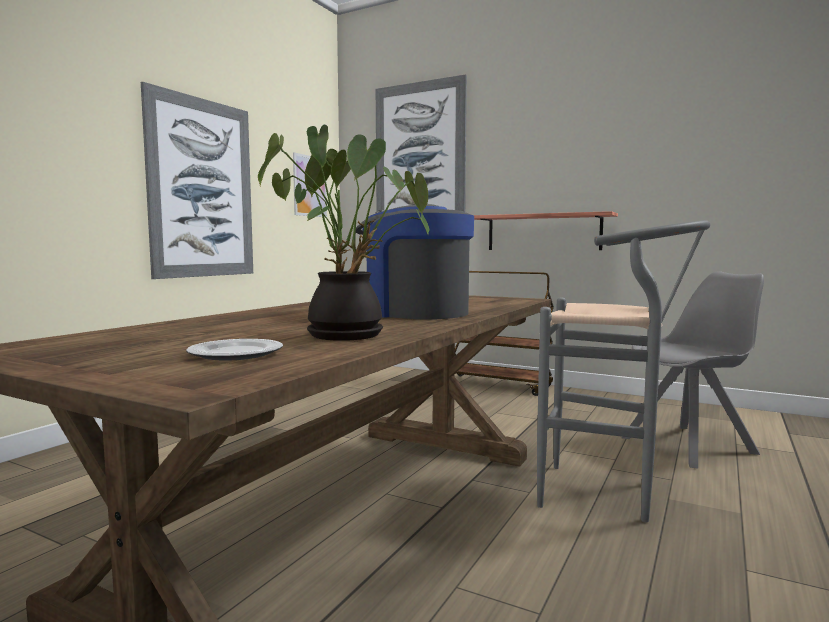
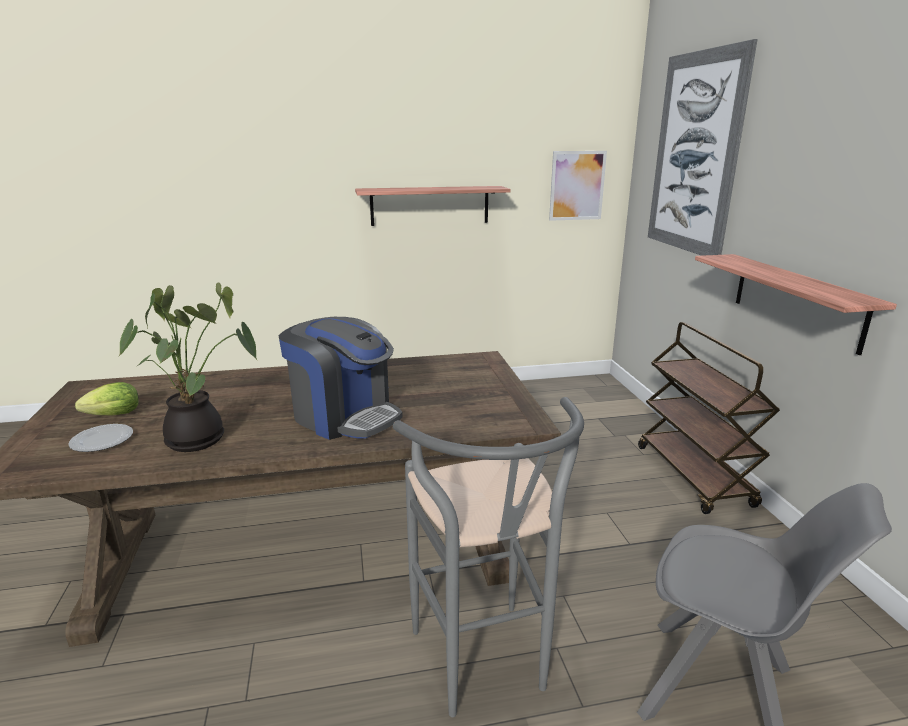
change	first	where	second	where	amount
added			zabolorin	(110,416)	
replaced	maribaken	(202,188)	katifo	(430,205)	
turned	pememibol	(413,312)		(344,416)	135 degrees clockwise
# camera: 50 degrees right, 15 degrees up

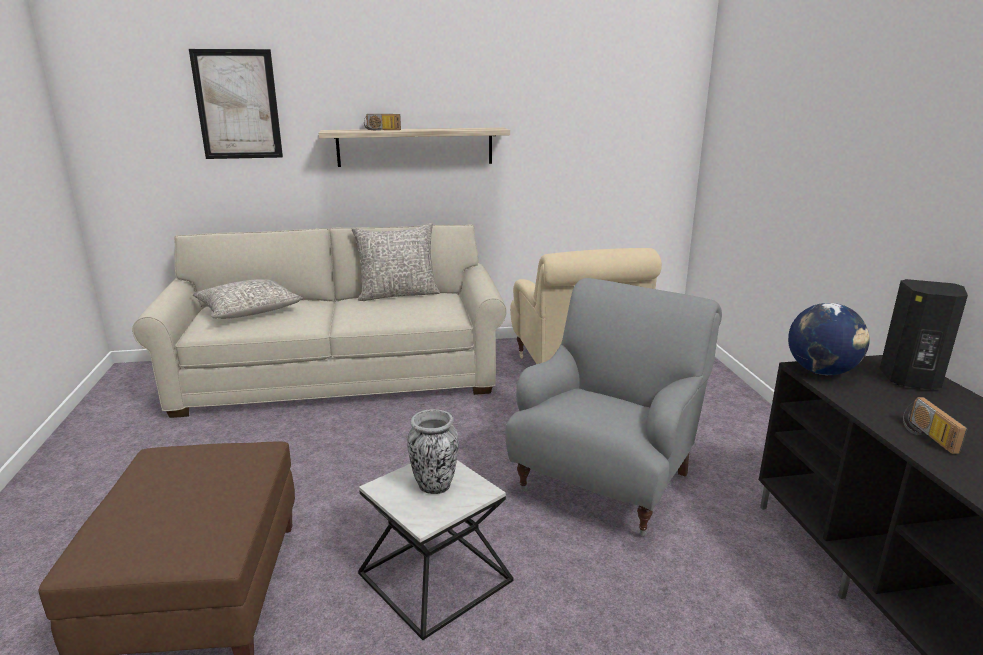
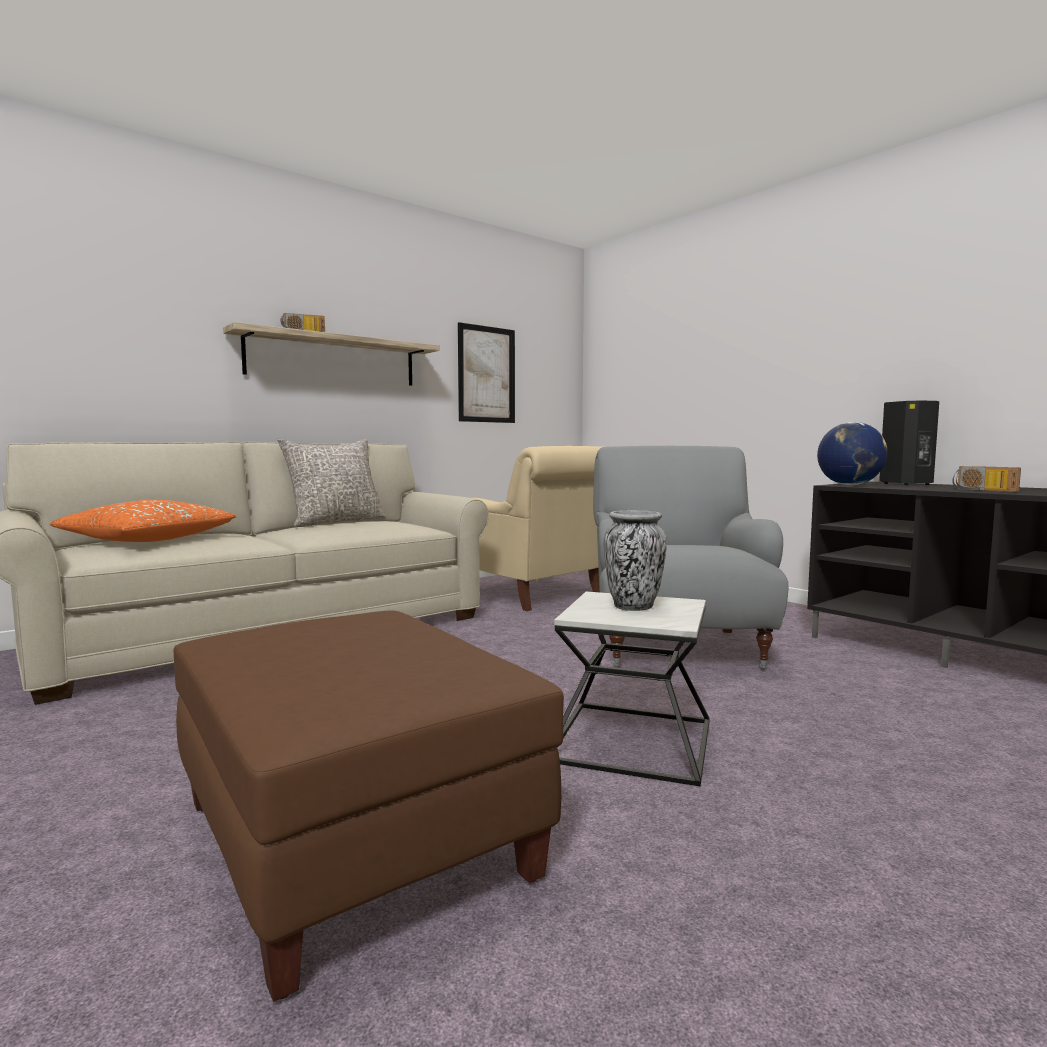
change	first	where	second	where	amount
moved	maribaken	(237,105)		(486,374)	
recoloured	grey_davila	(249,310)	orange_davila	(149,540)	
# camera: 30 degrees left, 15 degrees down

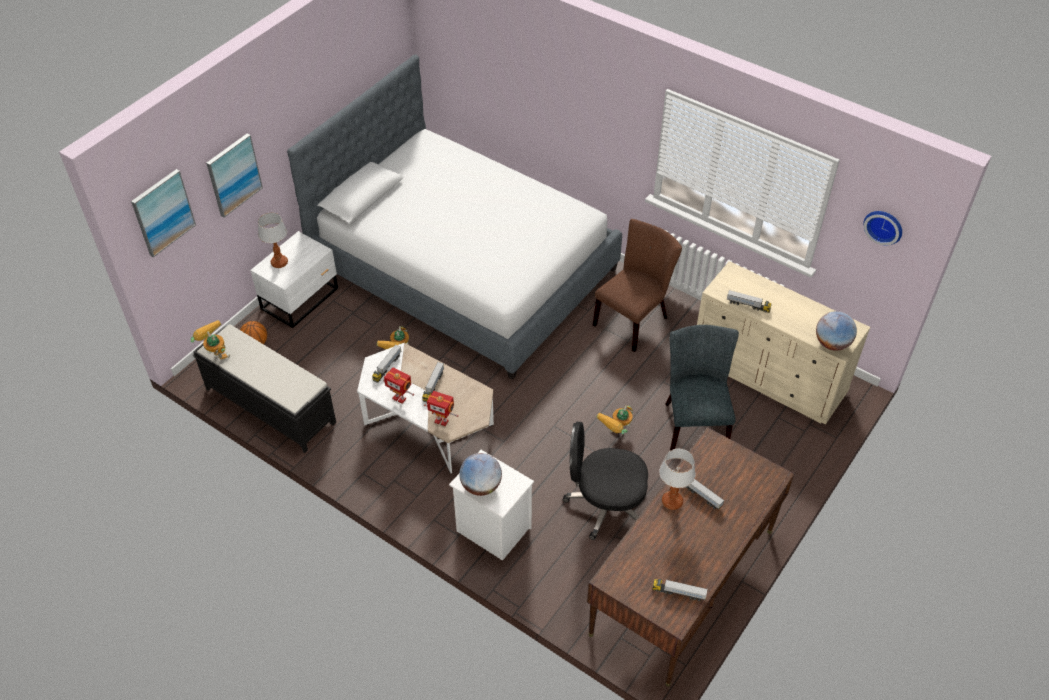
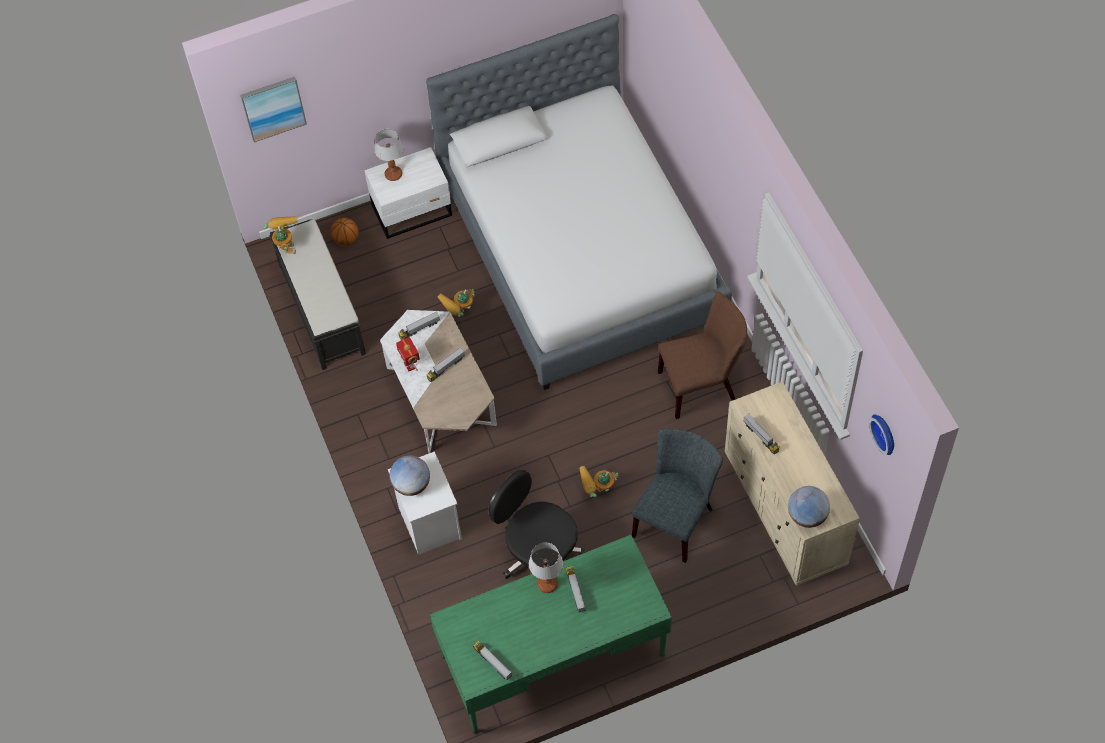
change	first	where	second	where	amount
removed	maribaken	(233,174)			
removed	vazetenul	(441,421)			
recoloured	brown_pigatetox	(683,581)	green_pigatetox	(553,656)	
# camera: 35 degrees right, 10 degrees up

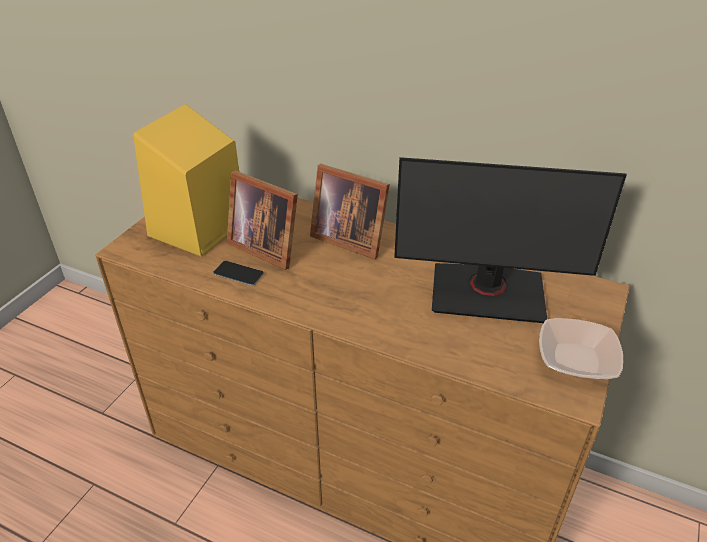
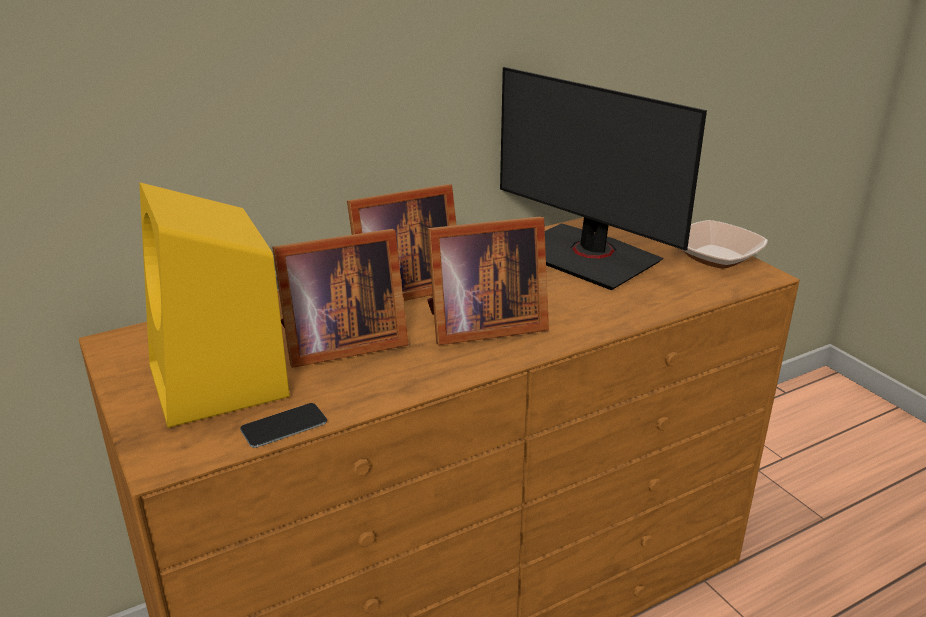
change	first	where	second	where	amount
added			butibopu	(481,326)	
moved	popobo	(238,273)		(284,426)	
turned	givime	(487,292)		(587,256)	90 degrees clockwise
# camera: 55 degrees left, 10 degrees down

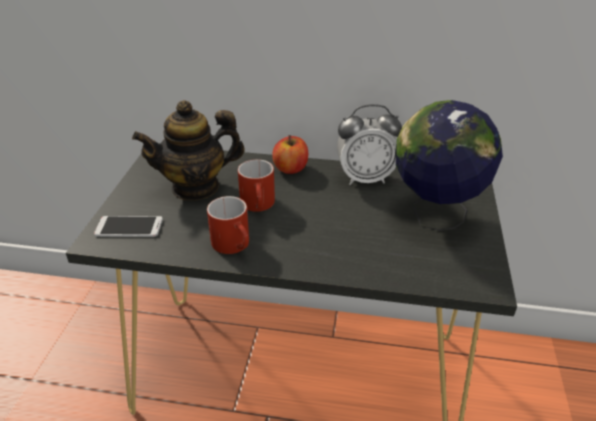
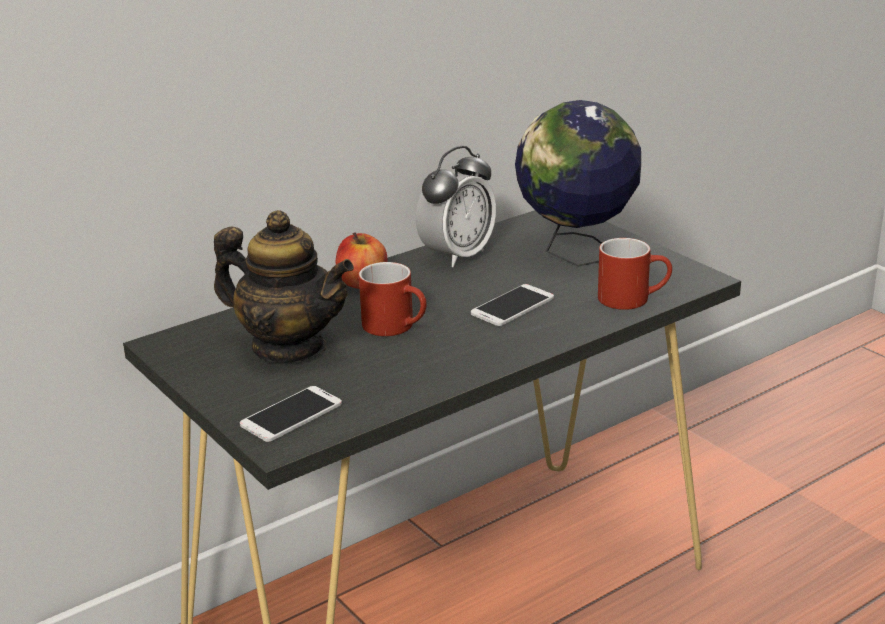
change	first	where	second	where	amount
added			popobo	(512,306)	
moved	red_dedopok	(235,245)		(633,298)	
turned	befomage	(196,187)		(289,347)	90 degrees counterclockwise
# camera: 45 degrees left, 10 degrees down

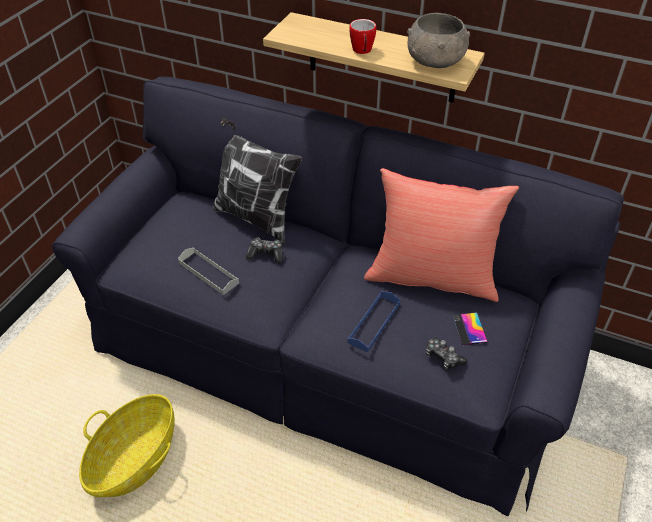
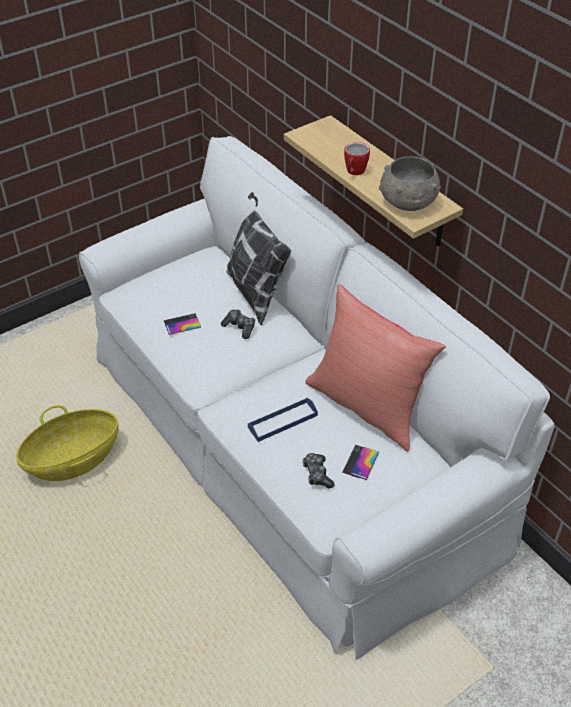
change	first	where	second	where	amount
replaced	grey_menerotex	(208,273)	popobo	(182,324)	
recoloured	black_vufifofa	(326,348)	white_vufifofa	(285,441)	
# camera: 30 degrees right, 0 degrees up

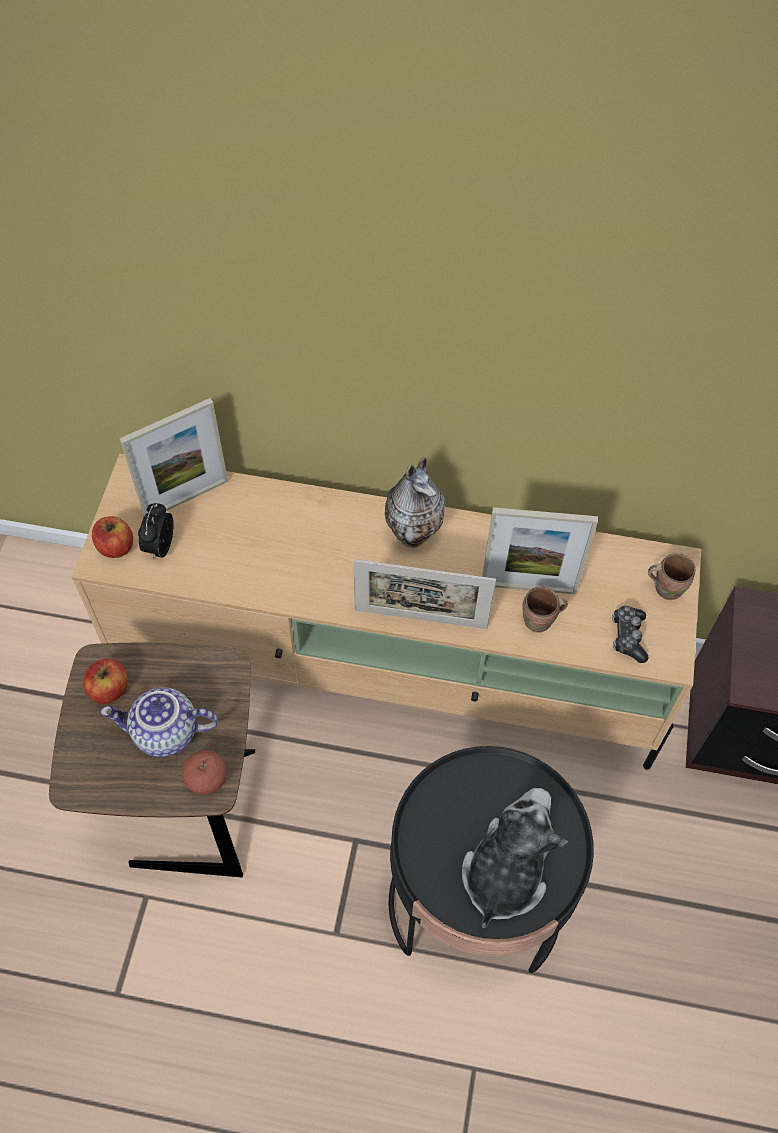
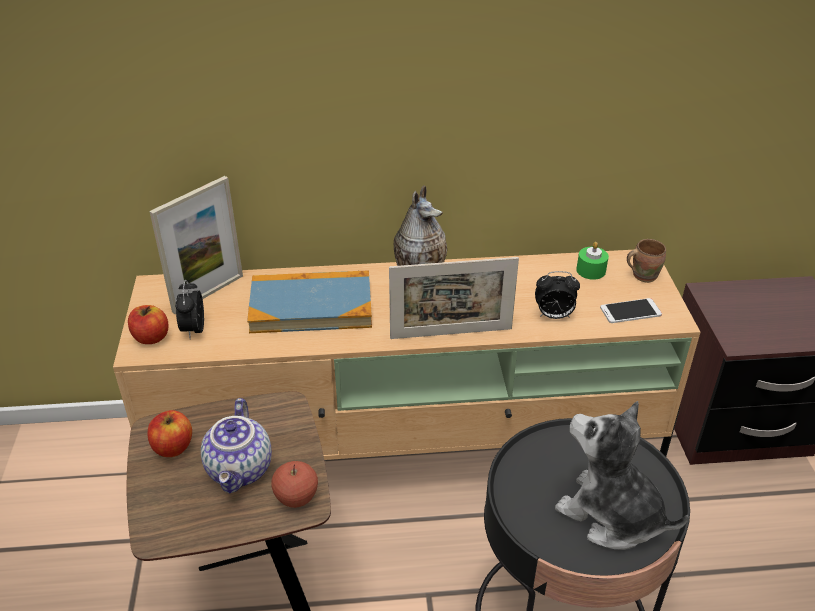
change	first	where	second	where	amount
removed	butibopu	(528,587)			
added			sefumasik	(311,306)	
added			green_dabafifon	(591,270)	
replaced	brown_dedopok	(540,622)	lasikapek	(553,316)	
replaced	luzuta	(628,637)	popobo	(630,311)	
turned	befomage	(165,734)		(241,470)	75 degrees counterclockwise
turned	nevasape	(504,872)		(610,515)	60 degrees counterclockwise
# camera: 15 degrees left, 20 degrees down

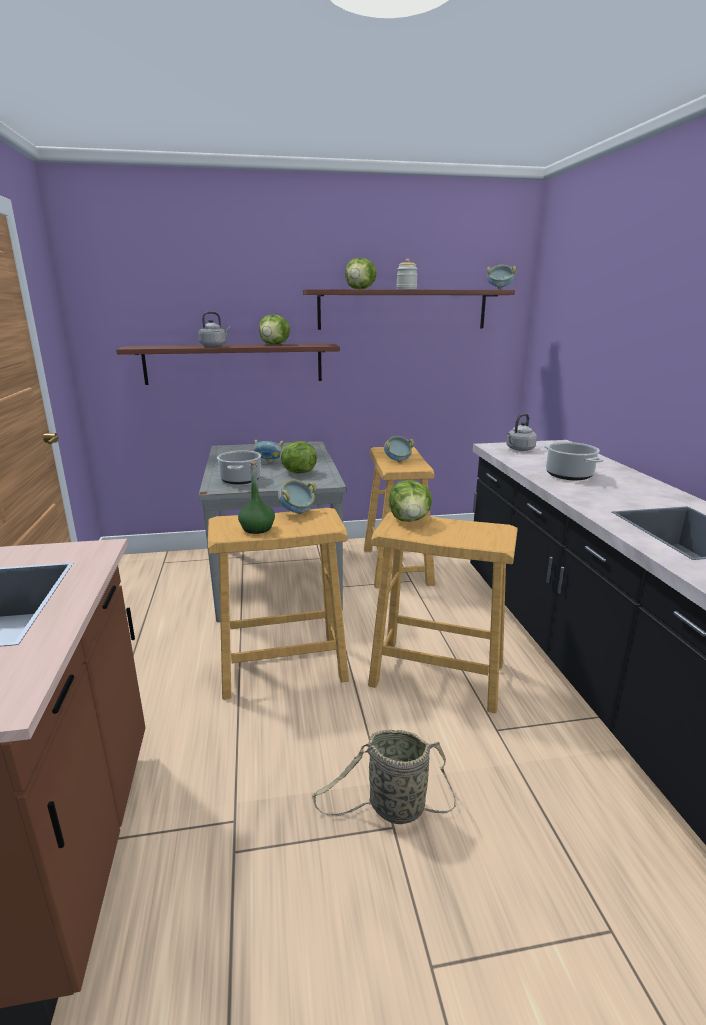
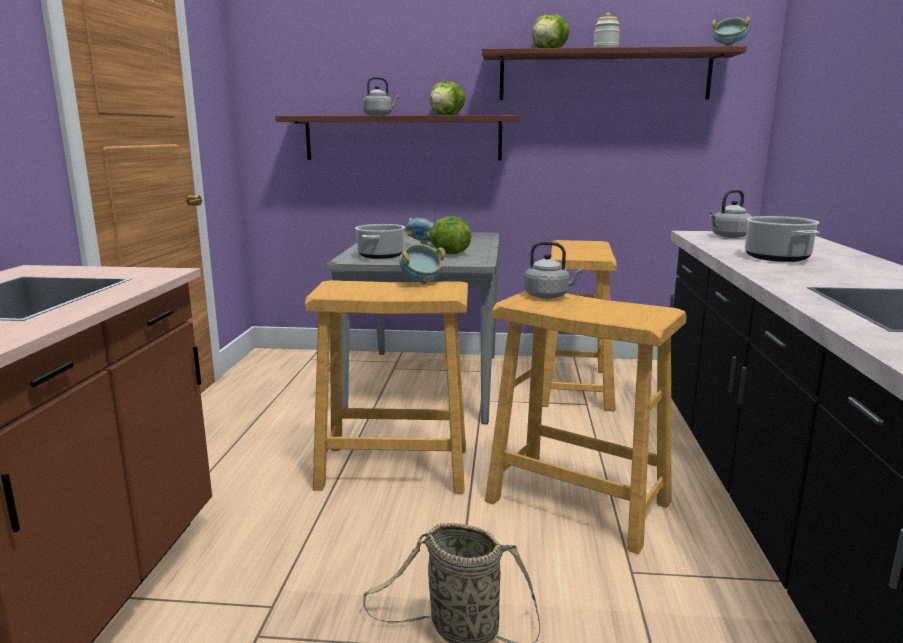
change	first	where	second	where	amount
removed	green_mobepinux	(257,528)			
removed	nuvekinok	(397,461)			
replaced	zabolorin	(409,520)	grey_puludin	(549,296)	
# camera: 15 degrees right, 5 degrees down

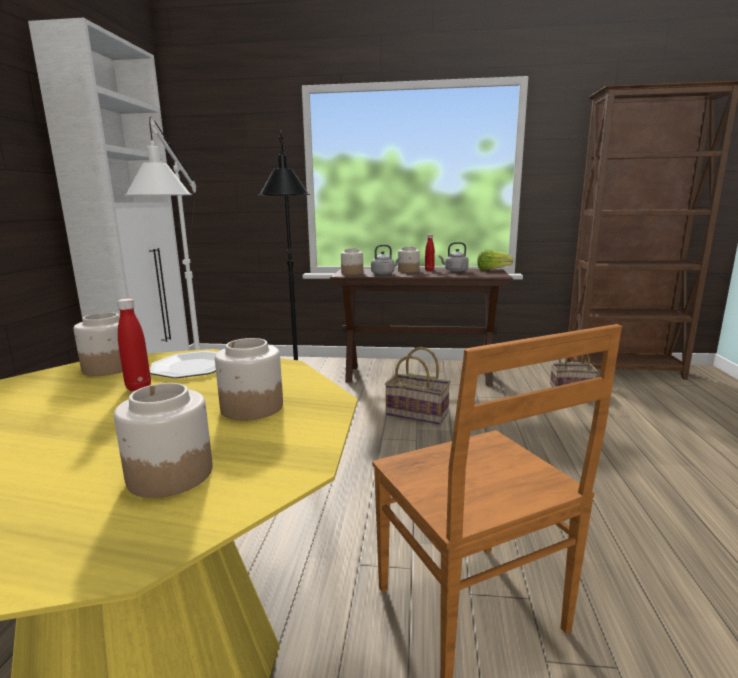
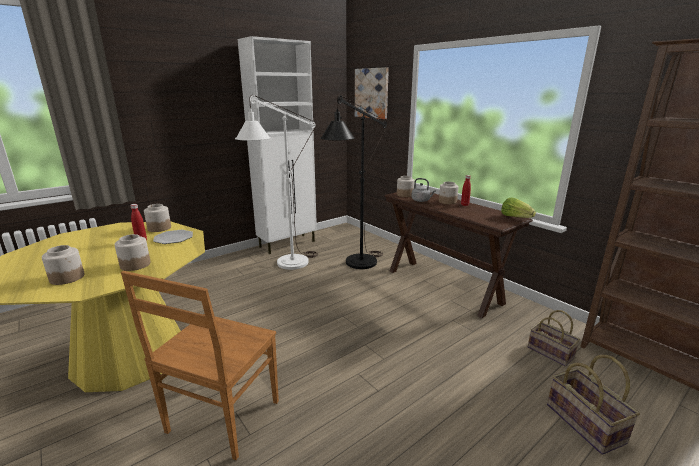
change	first	where	second	where	amount
removed	grey_puludin	(455,271)			
added			maribaken	(371,93)	
moved	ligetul	(417,413)		(585,423)	
# camera: 45 degrees right, 5 degrees up

